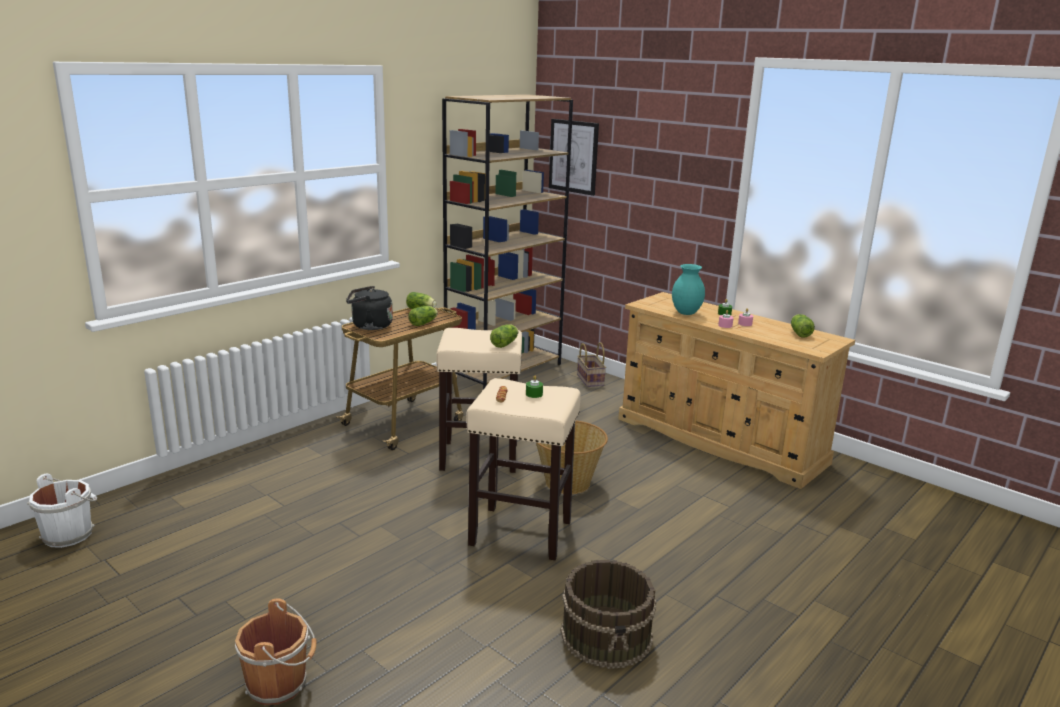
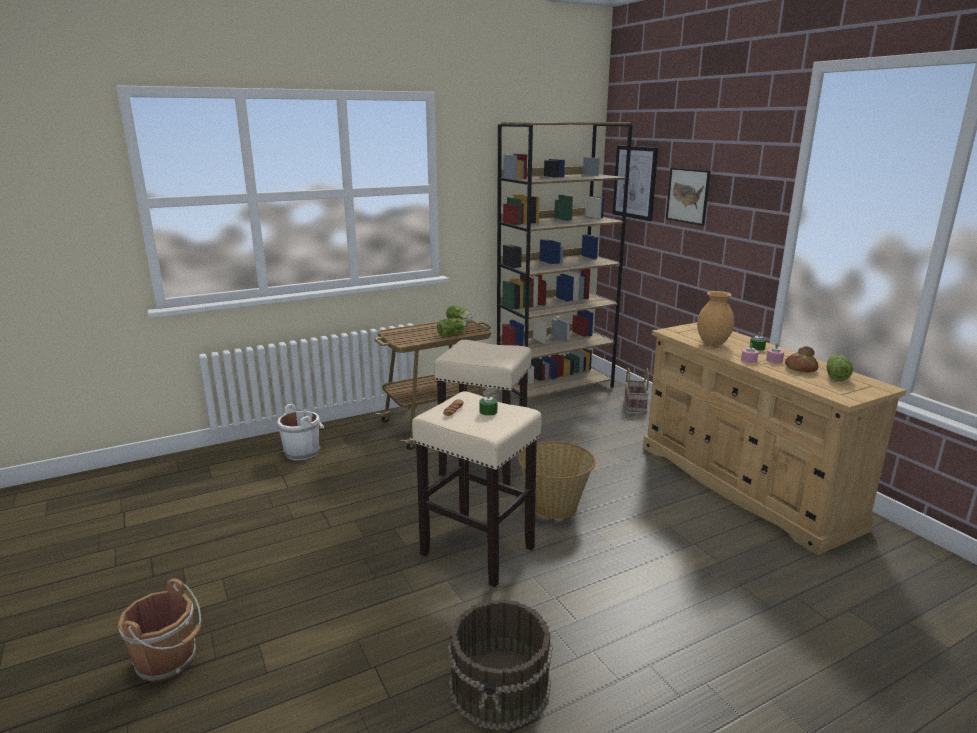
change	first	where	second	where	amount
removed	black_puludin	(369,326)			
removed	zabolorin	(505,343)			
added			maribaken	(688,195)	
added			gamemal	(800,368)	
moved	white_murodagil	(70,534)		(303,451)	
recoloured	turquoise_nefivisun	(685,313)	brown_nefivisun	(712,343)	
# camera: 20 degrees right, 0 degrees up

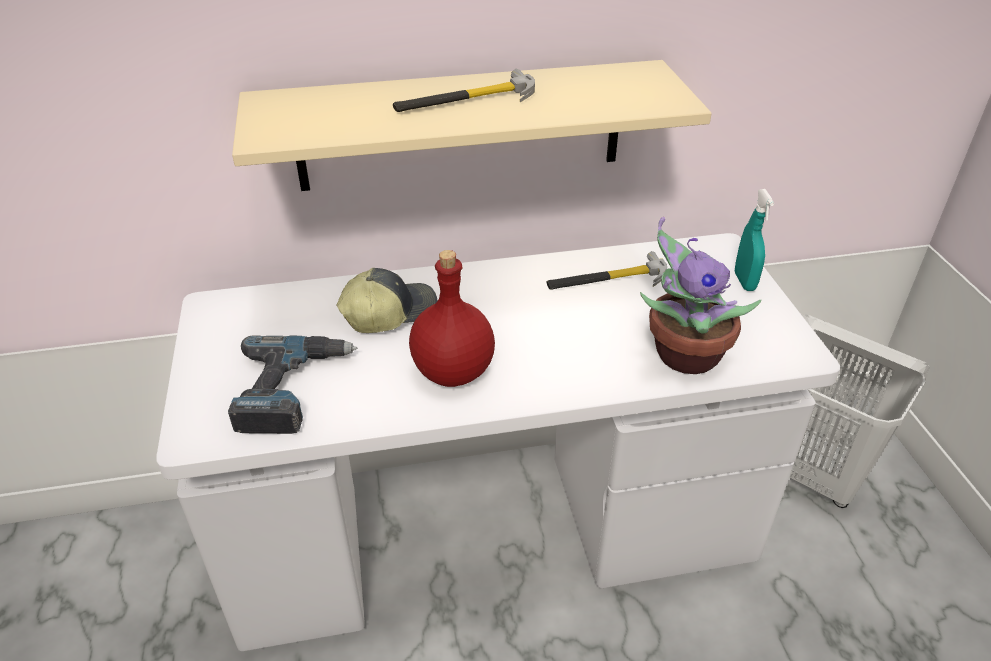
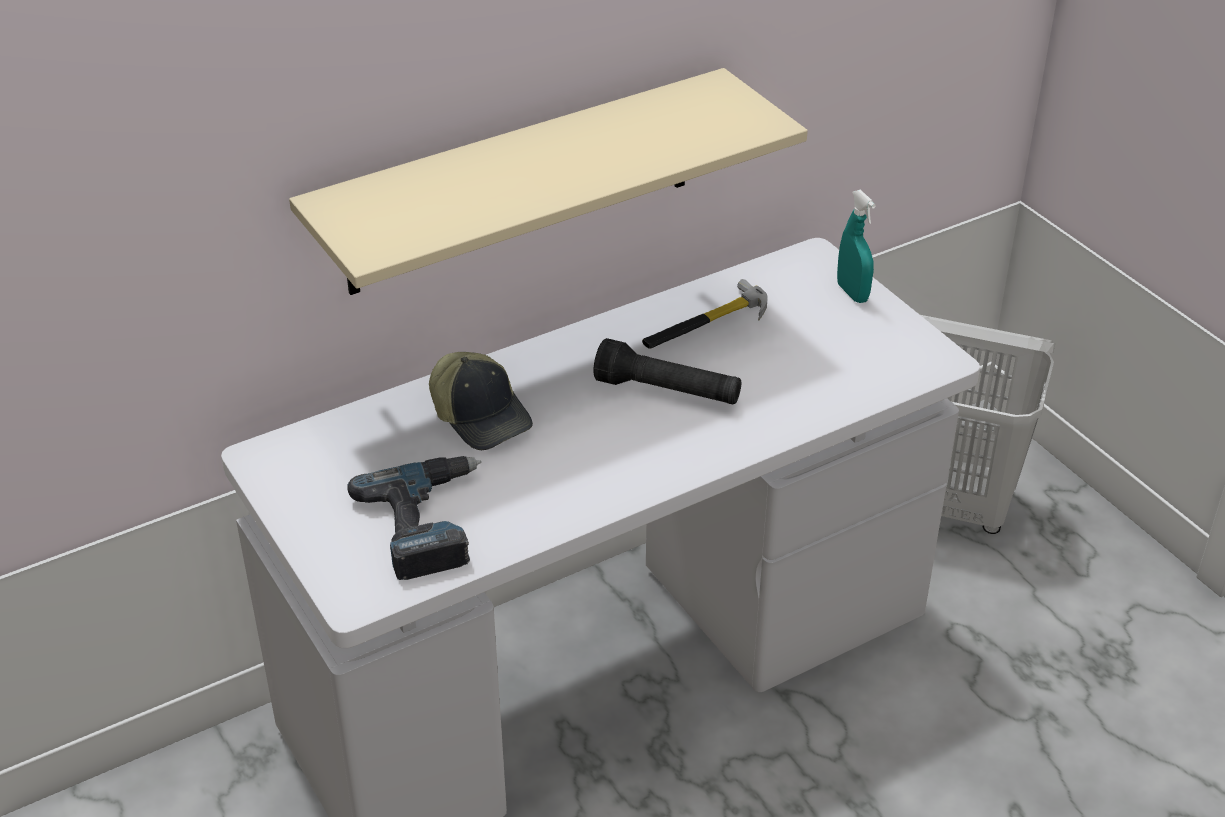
change	first	where	second	where	amount
removed	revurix	(466,101)			
removed	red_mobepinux	(451,372)			
removed	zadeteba	(682,355)			
added			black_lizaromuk	(668,392)	
turned	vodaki	(389,312)		(482,416)	105 degrees clockwise
# camera: 20 degrees left, 0 degrees up

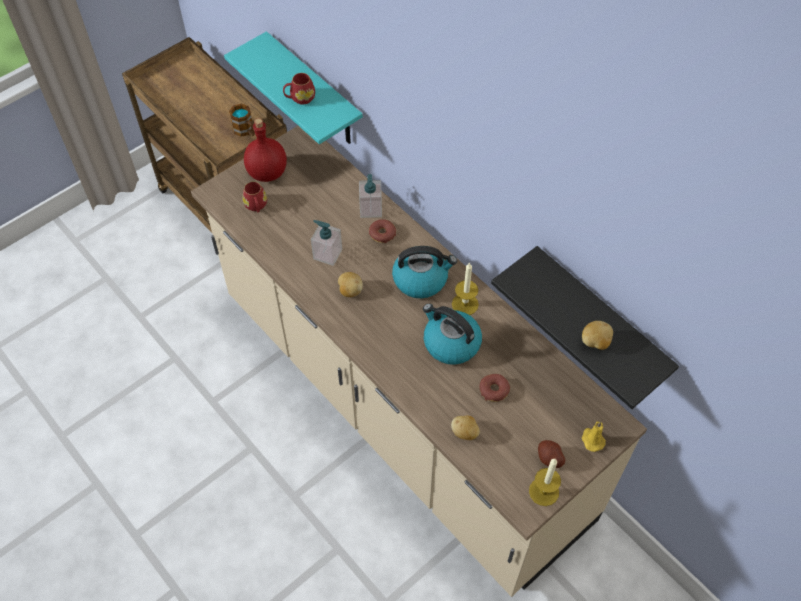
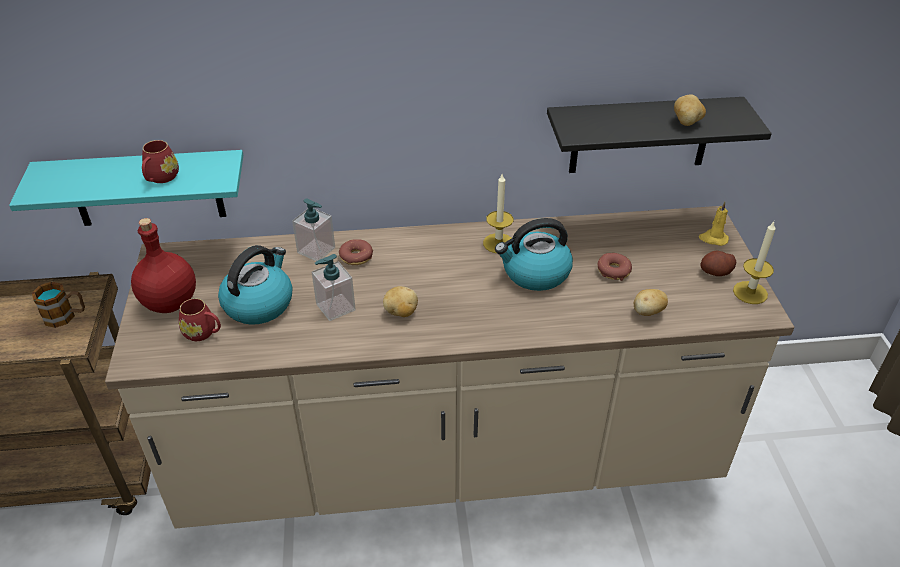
change	first	where	second	where	amount
moved	puludin	(421,279)		(259,303)	
# camera: 55 degrees left, 15 degrees down

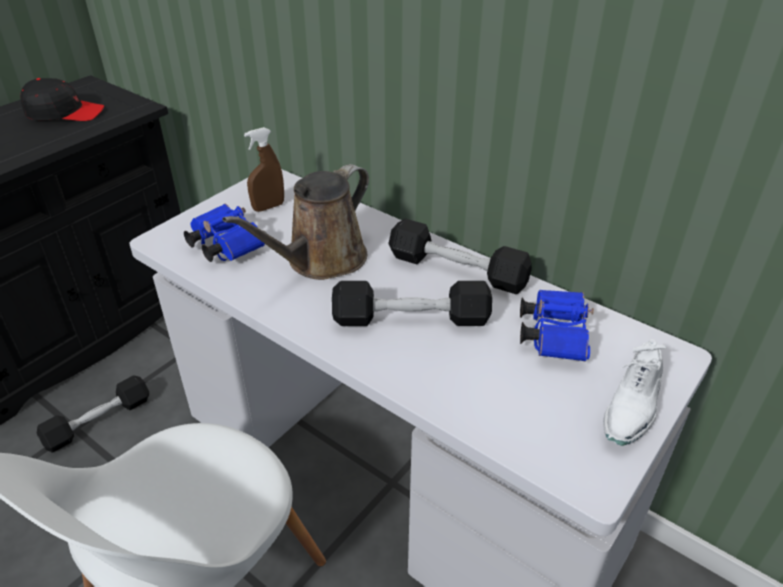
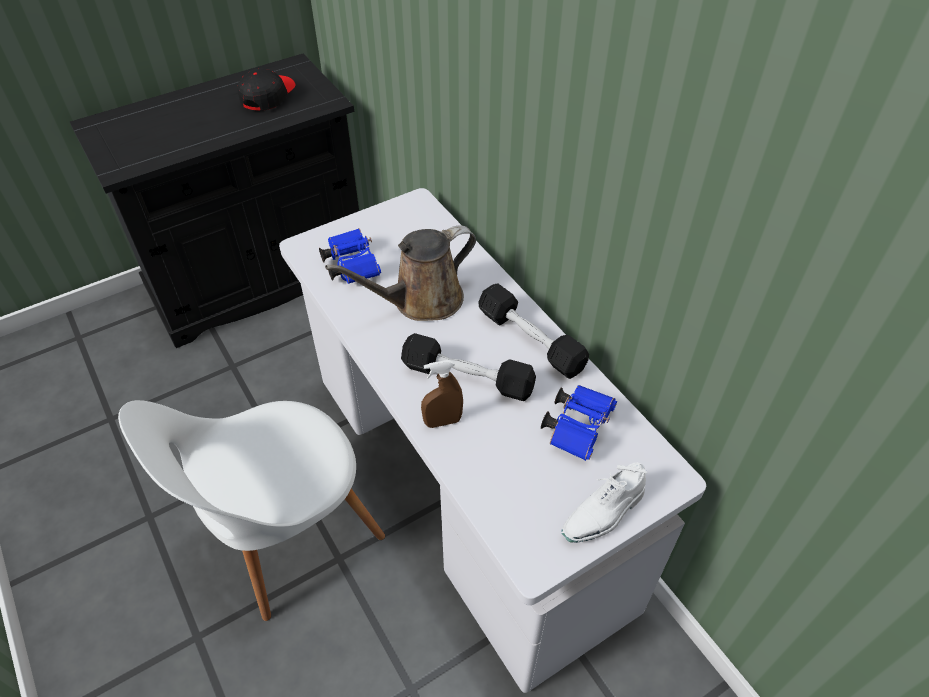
change	first	where	second	where	amount
removed	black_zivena	(98,421)			
moved	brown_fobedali	(268,207)		(442,421)	
turned	black_vodaki	(64,112)		(268,95)	90 degrees counterclockwise
# camera: 20 degrees right, 10 degrees up

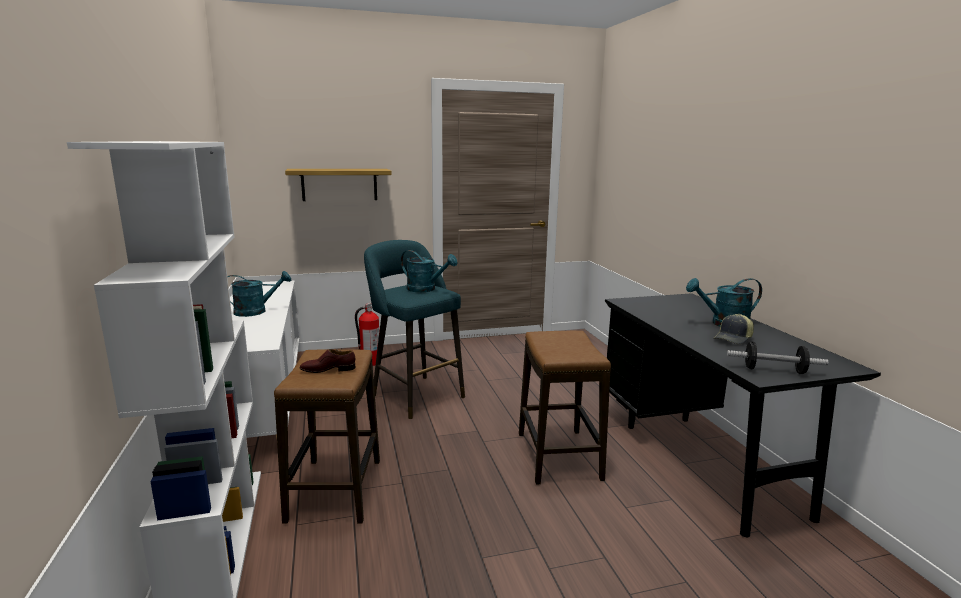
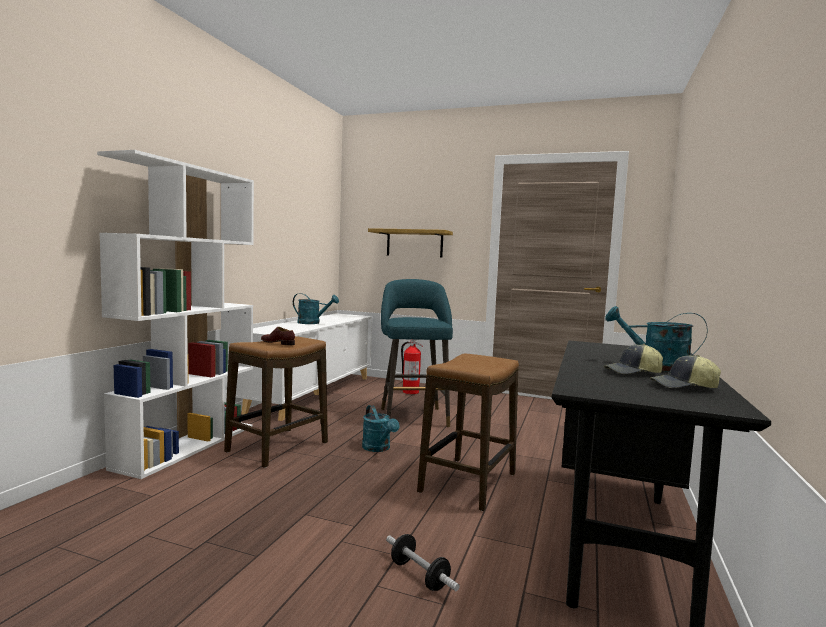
change	first	where	second	where	amount
added			vodaki	(684,387)	
moved	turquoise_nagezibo	(426,289)		(378,448)	
moved	zivena	(774,370)		(419,575)	
# camera: 35 degrees right, 10 degrees down

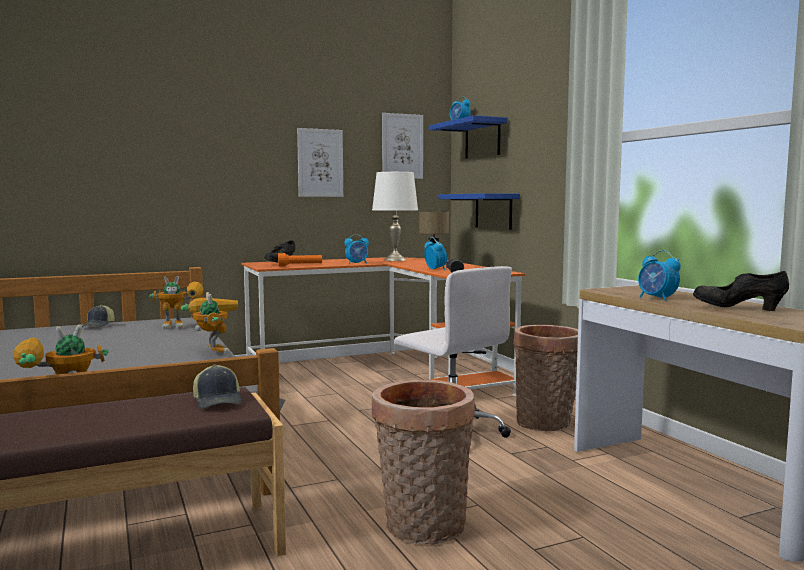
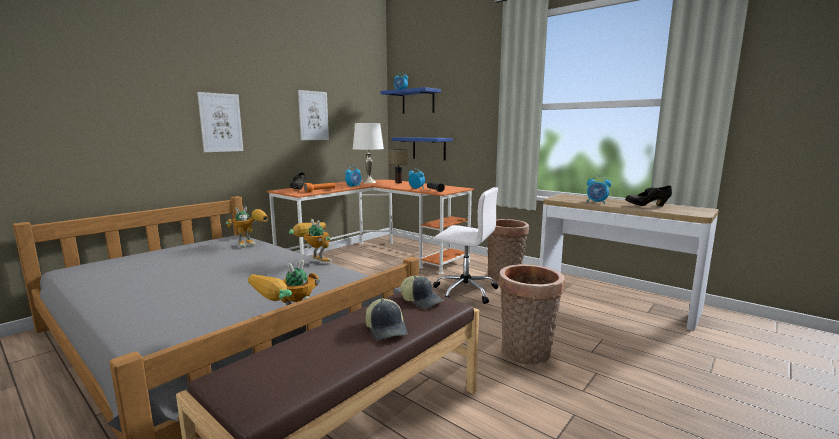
change	first	where	second	where	amount
moved	vodaki	(99,325)		(387,329)	
moved	maribaken	(402,146)		(221,122)	
# camera: 25 degrees left, 5 degrees up

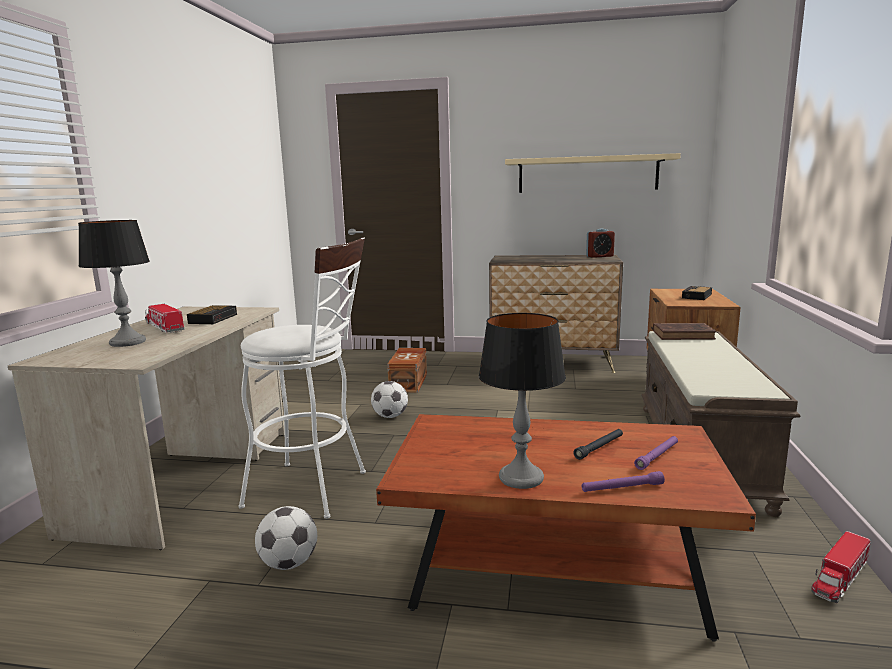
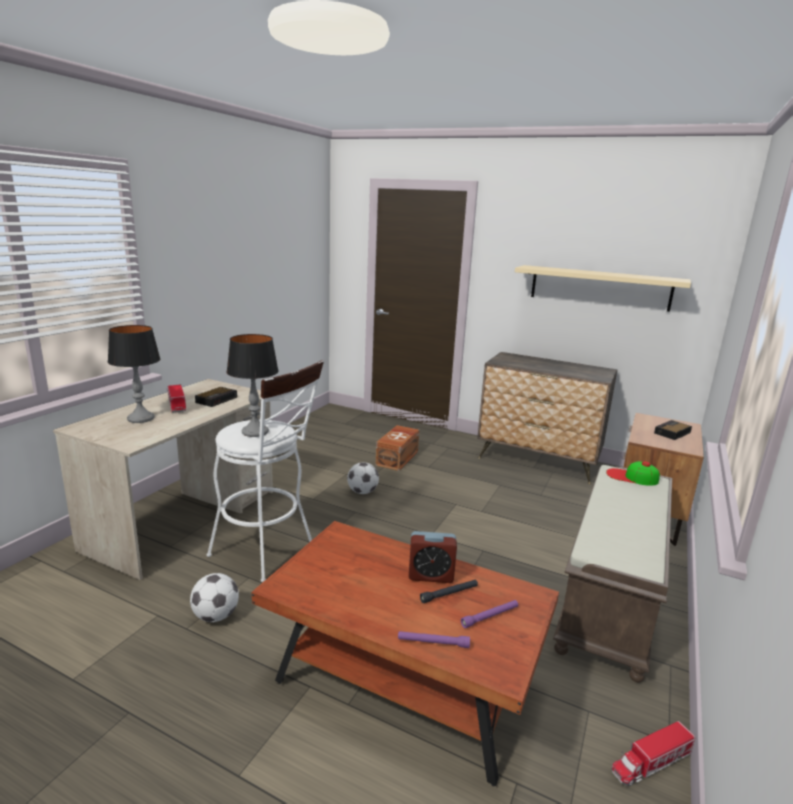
change	first	where	second	where	amount
moved	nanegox	(521,478)		(255,432)	
moved	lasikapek	(599,256)		(430,575)	
replaced	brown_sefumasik	(684,335)	vodaki	(631,477)	
# camera: 15 degrees right, 5 degrees up

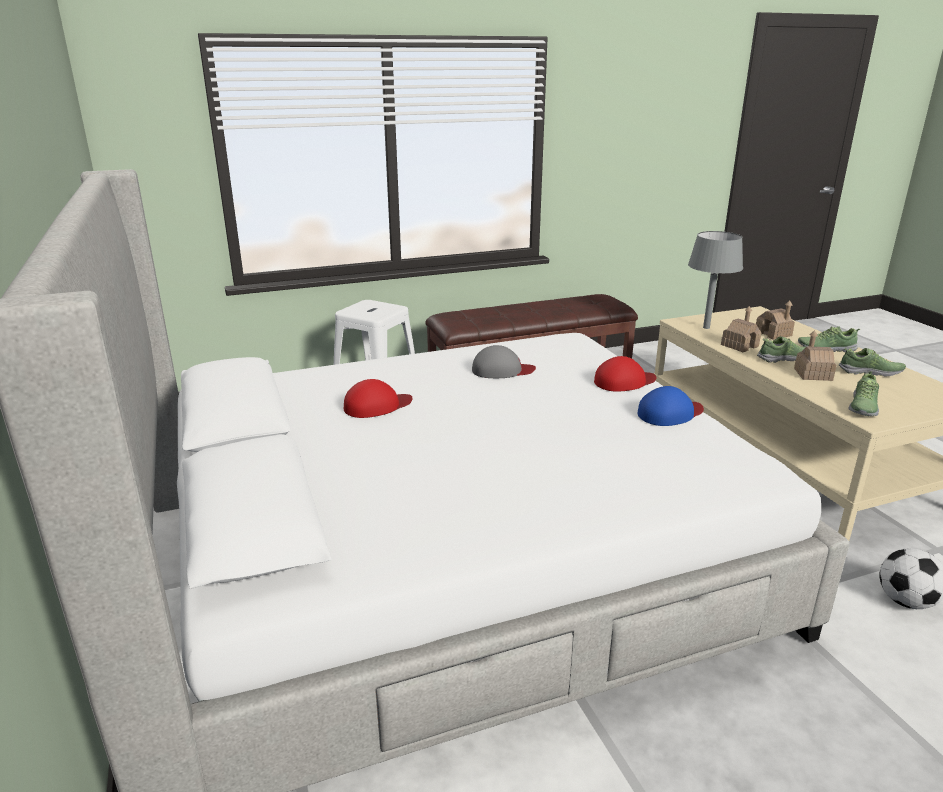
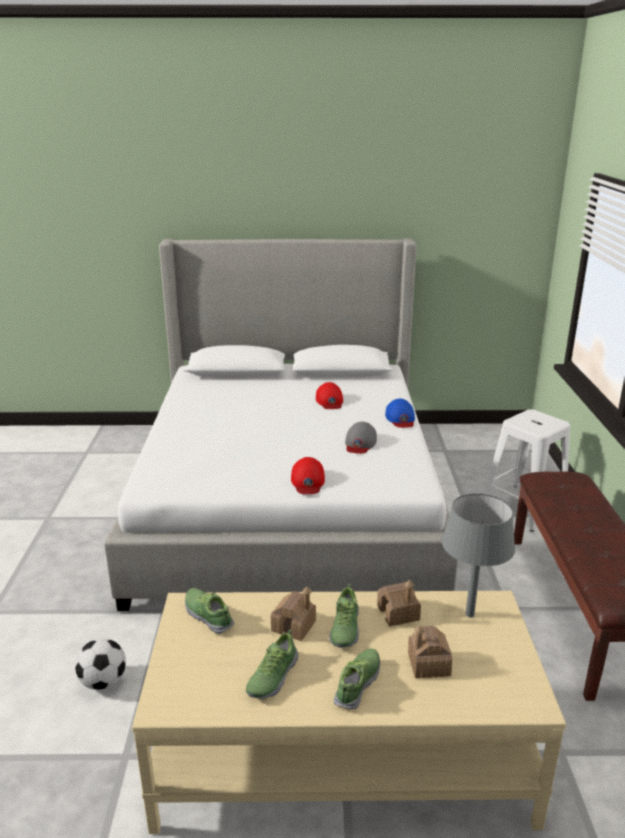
change	first	where	second	where	amount
moved	blue_vodaki	(670,413)		(400,418)	
# camera: 110 degrees right, 0 degrees up

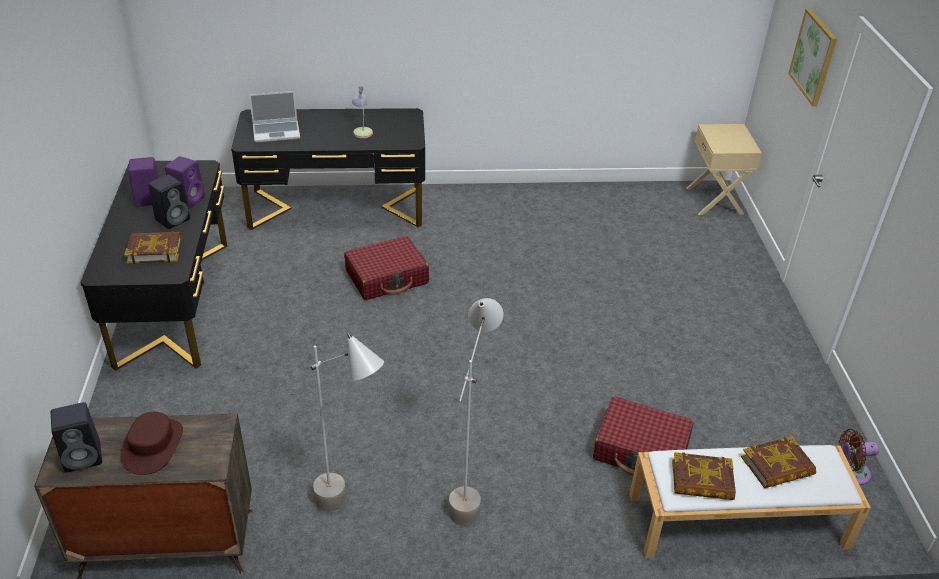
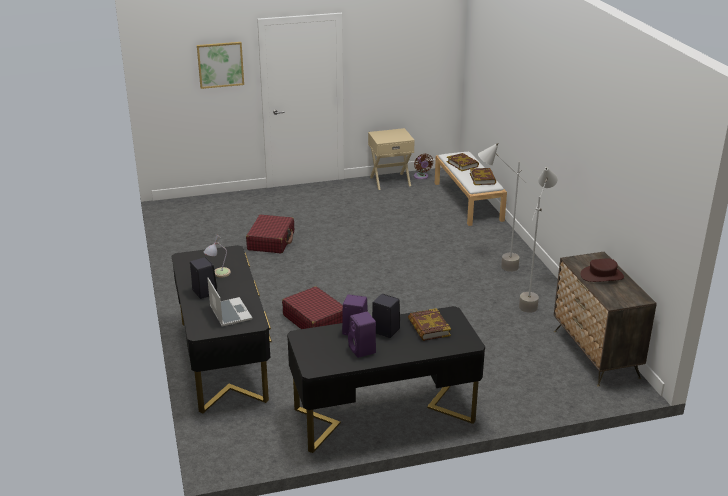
change	first	where	second	where	amount
moved	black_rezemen	(84,456)		(204,292)	
moved	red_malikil	(641,450)		(271,241)	
moved	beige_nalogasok	(715,200)		(390,181)	
# camera: 100 degrees left, 10 degrees down

